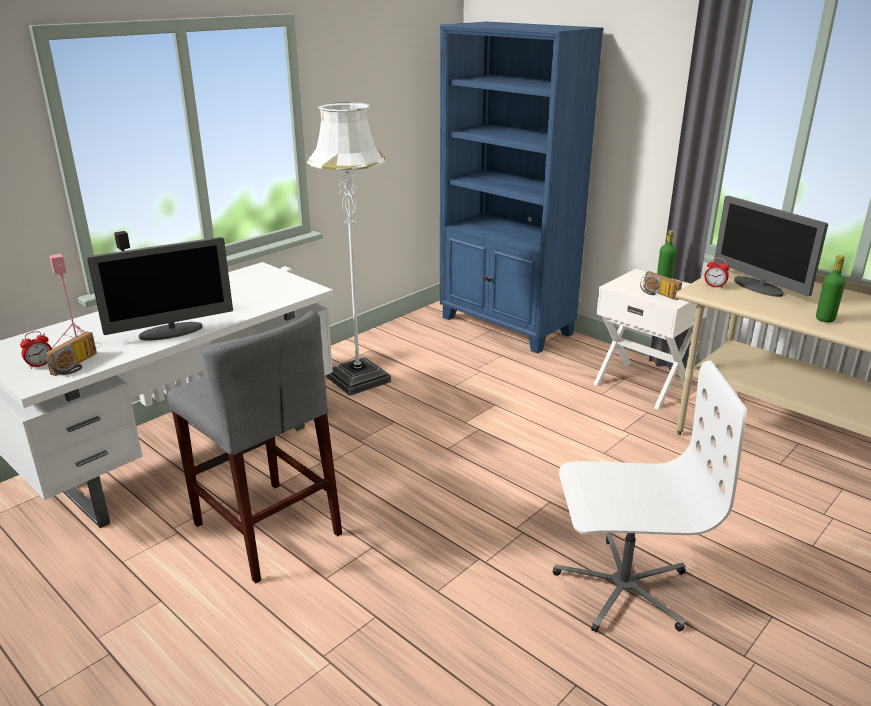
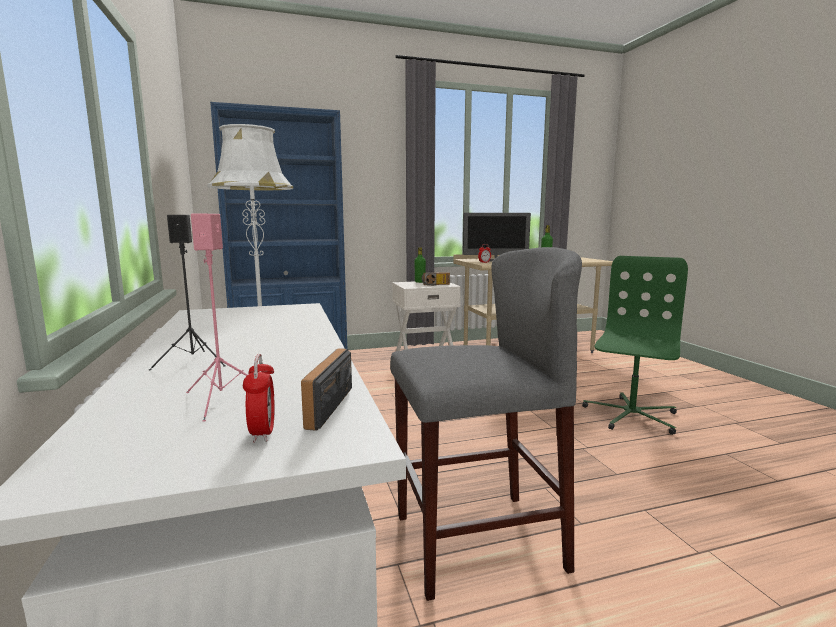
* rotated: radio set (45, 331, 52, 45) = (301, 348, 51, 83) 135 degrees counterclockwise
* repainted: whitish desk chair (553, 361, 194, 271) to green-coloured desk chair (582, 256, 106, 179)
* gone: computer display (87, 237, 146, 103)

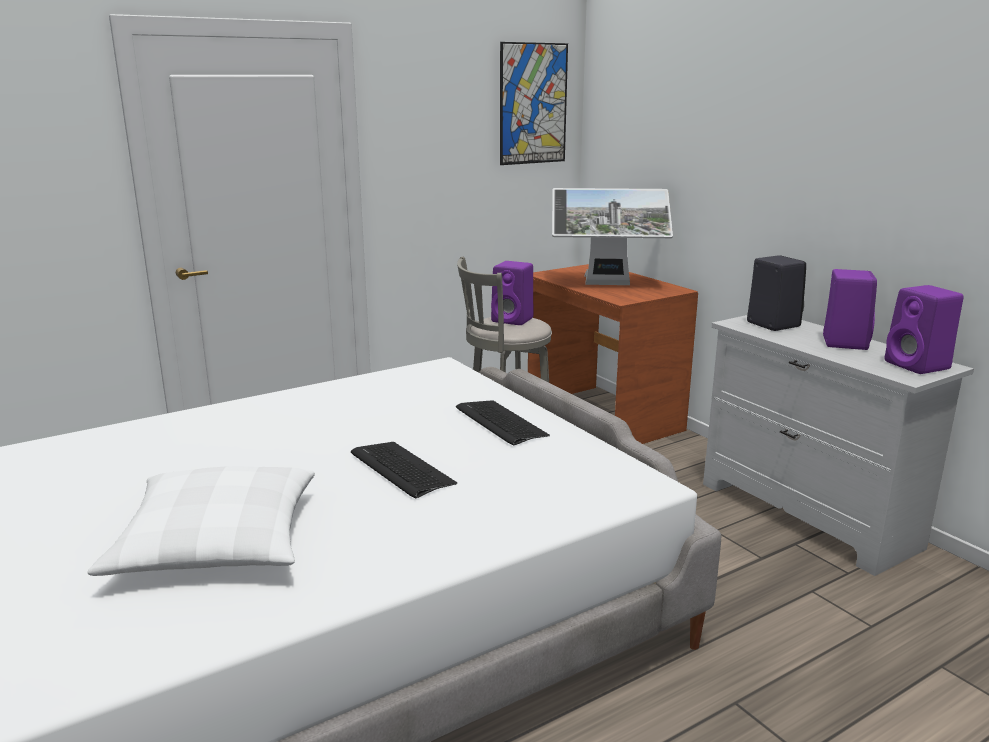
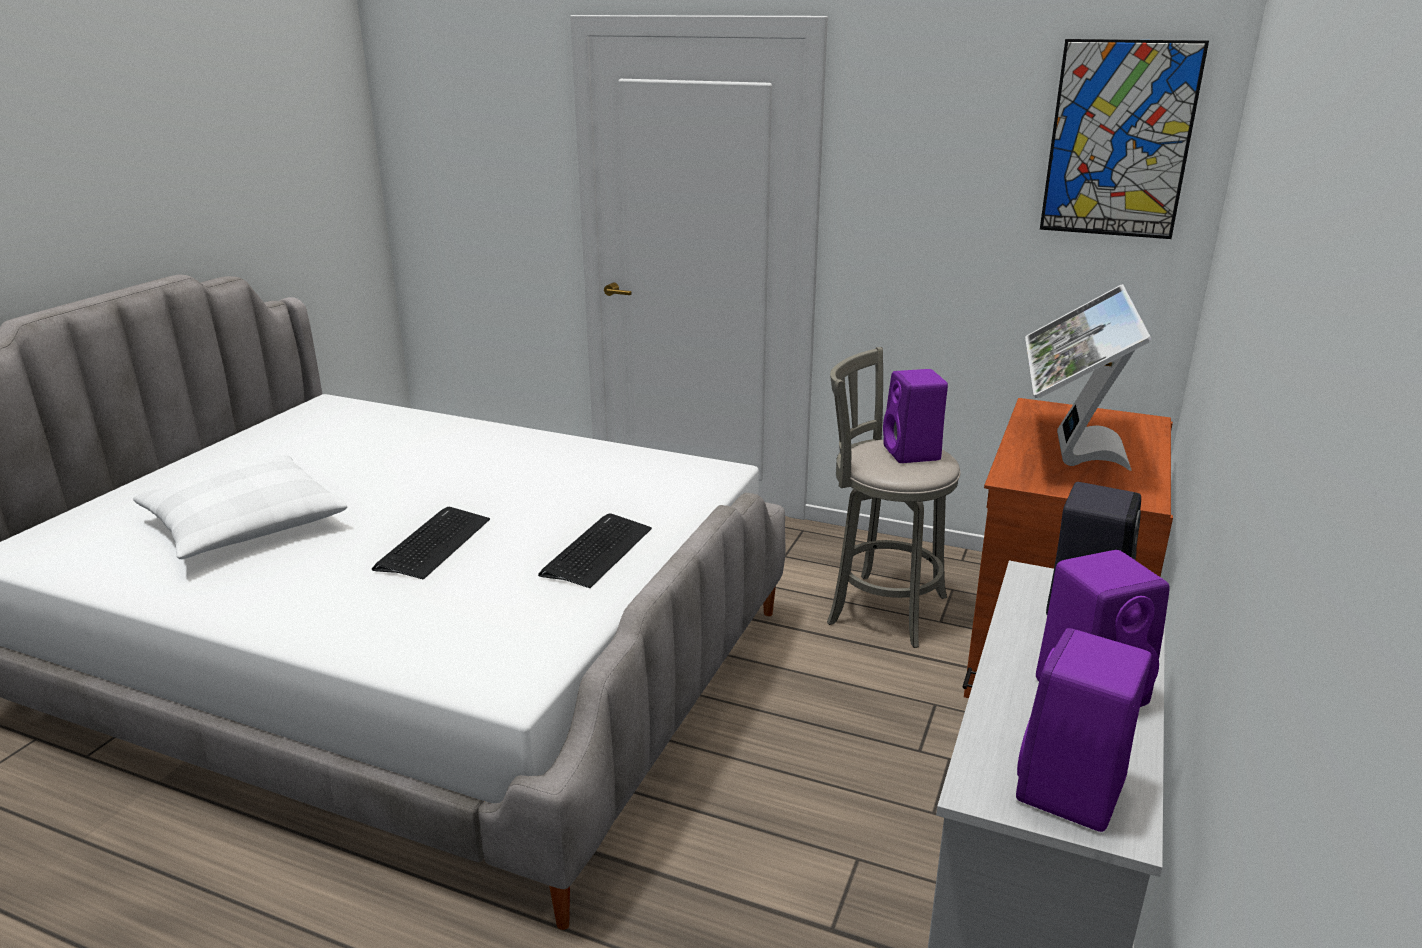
* rotated: computer display (552, 188, 121, 97) = (1025, 284, 127, 187) 45 degrees clockwise

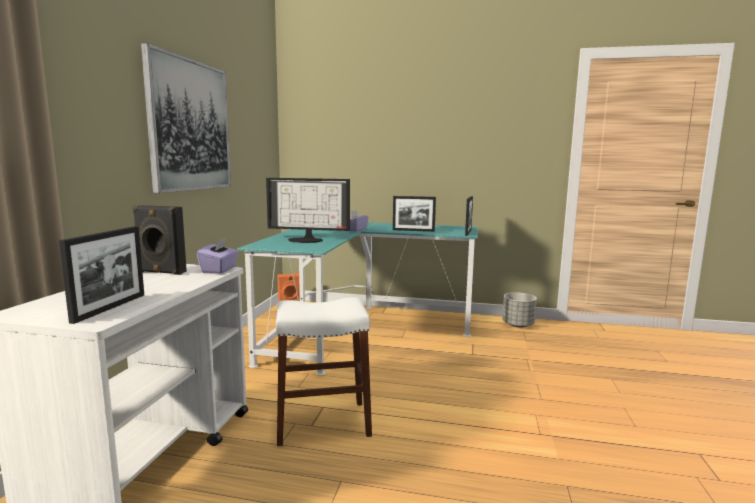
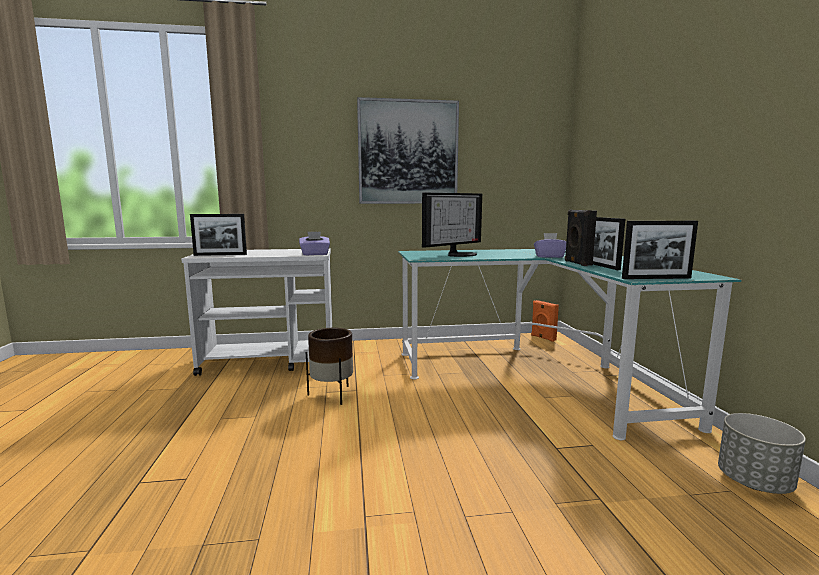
* swapped: whitish sitting stool (276, 297, 96, 149) to brown flower pot (306, 328, 47, 77)
* rotated: computer display (266, 178, 84, 65) = (422, 192, 60, 65) 120 degrees counterclockwise
* shifted: black-coloured audio speaker (132, 205, 55, 70) to (565, 210, 32, 56)

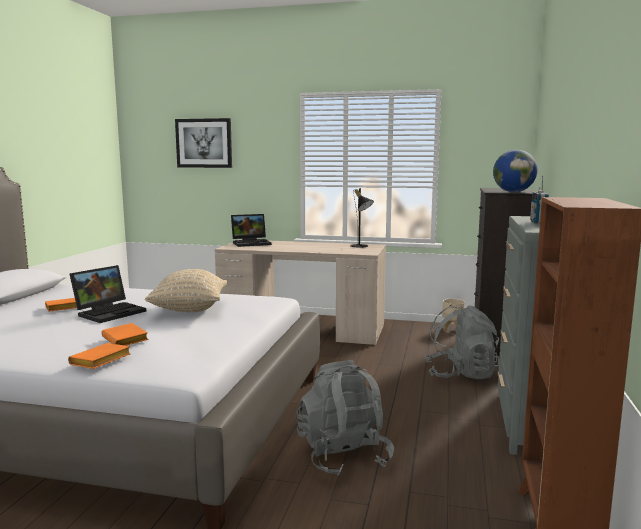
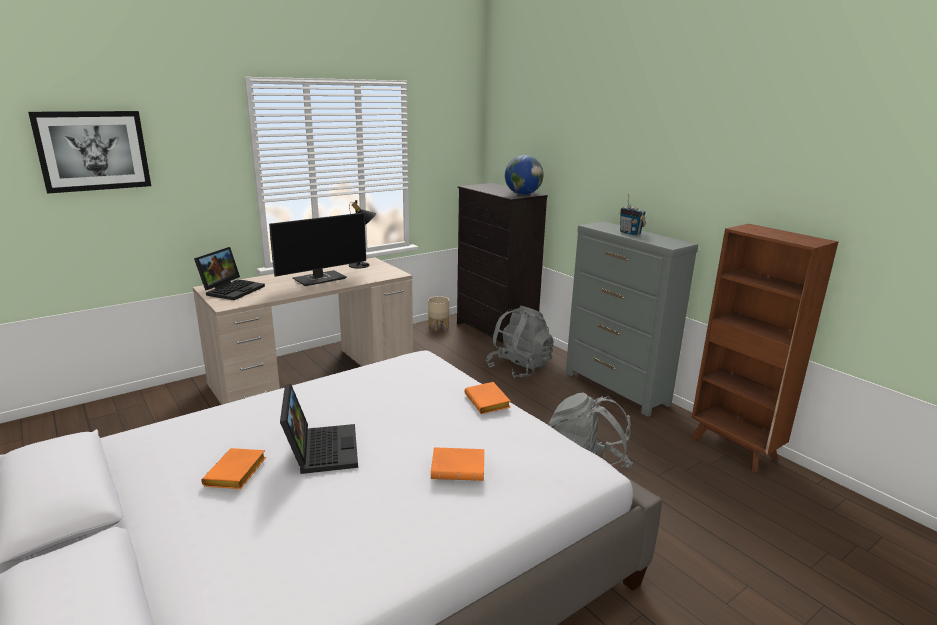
* new: computer display (269, 212, 97, 74)
* shifted: orangey bound book (68, 343, 63, 26) to (464, 382, 46, 32)
* gone: sand-coloured pillow (145, 269, 82, 43)

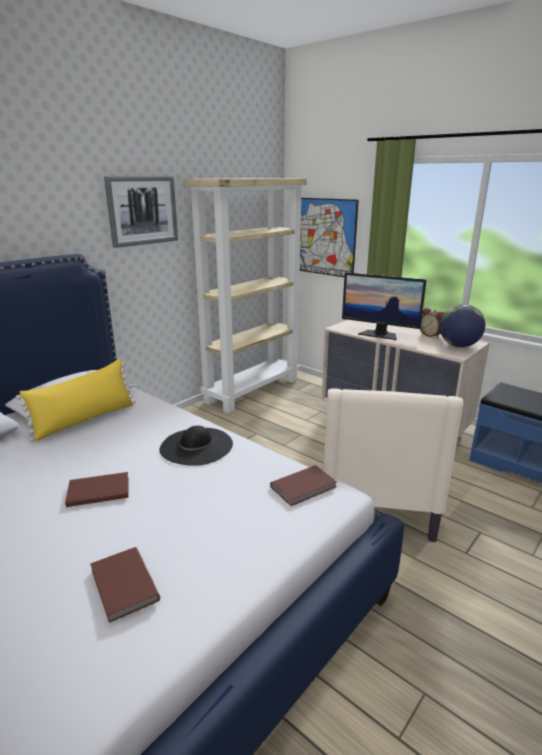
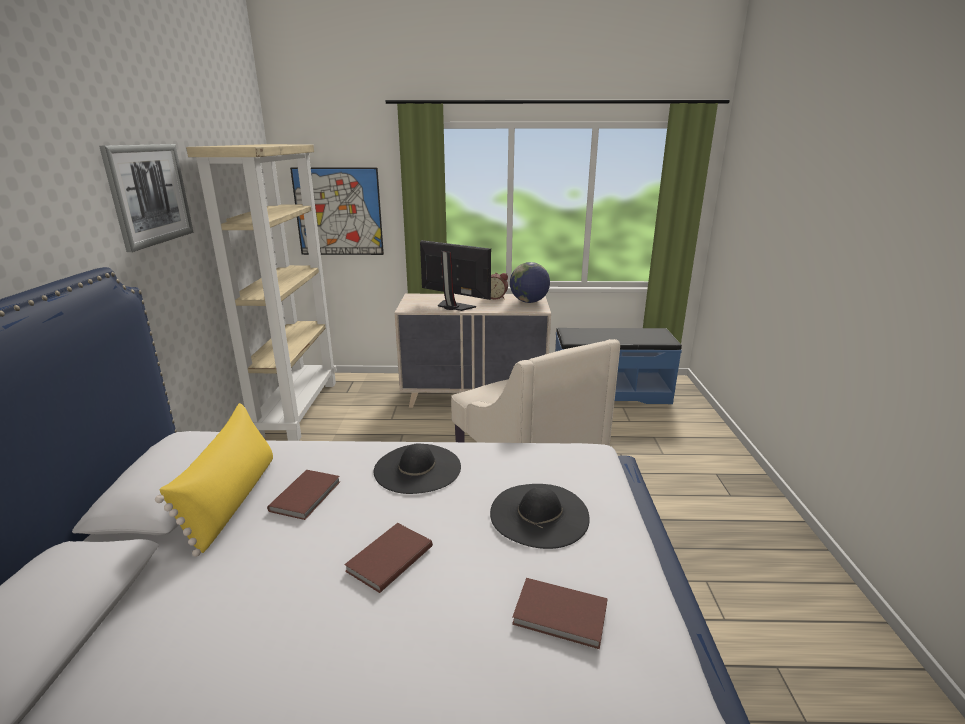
* shifted: brown bound book (270, 465, 67, 41) to (267, 470, 73, 50)
* rotated: computer display (342, 272, 85, 68) = (420, 240, 71, 71) 135 degrees counterclockwise
* new: black-coloured clothing hat (490, 484, 100, 65)

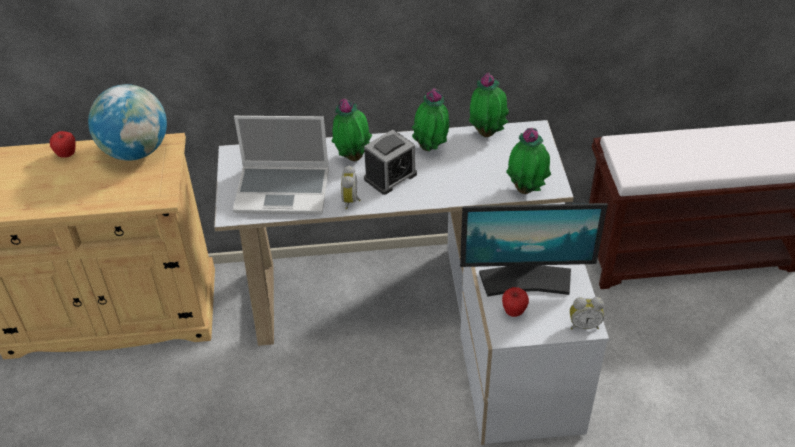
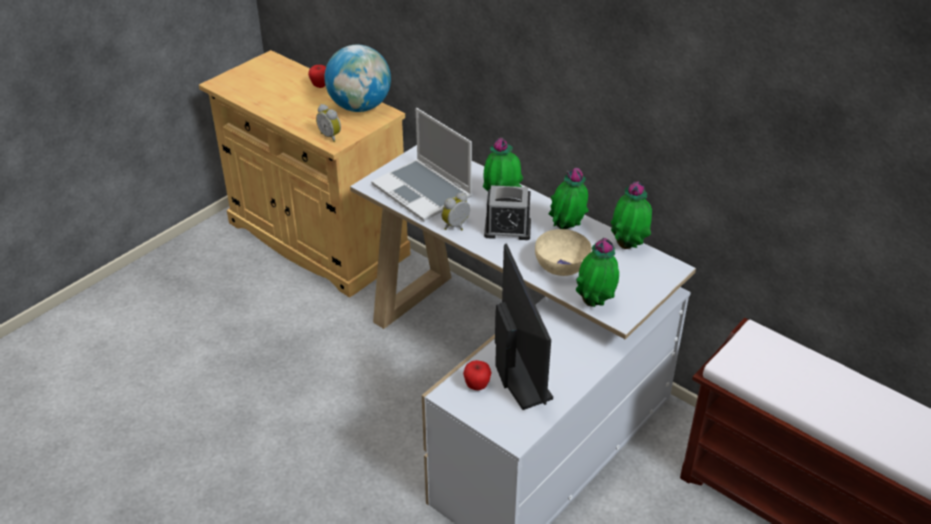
* shifted: bedside clock (570, 297, 34, 32) to (316, 104, 25, 38)
* rotated: computer display (460, 203, 148, 94) = (495, 243, 58, 167) 150 degrees counterclockwise
* new: sand-coloured serving bowl (535, 229, 57, 47)

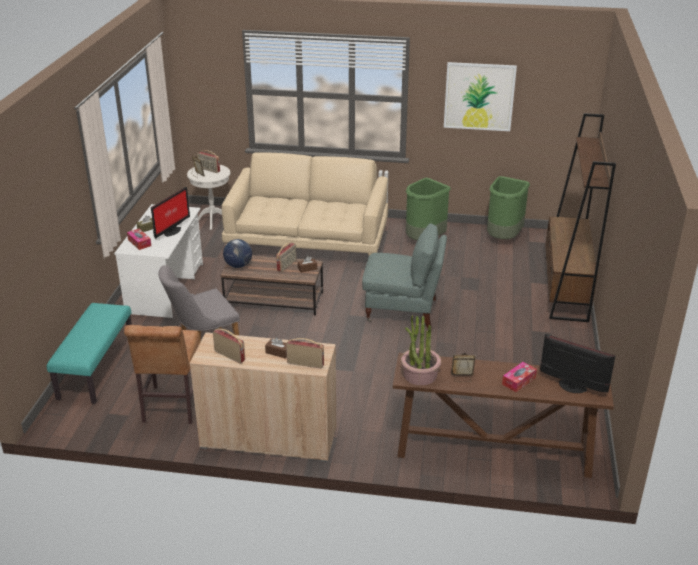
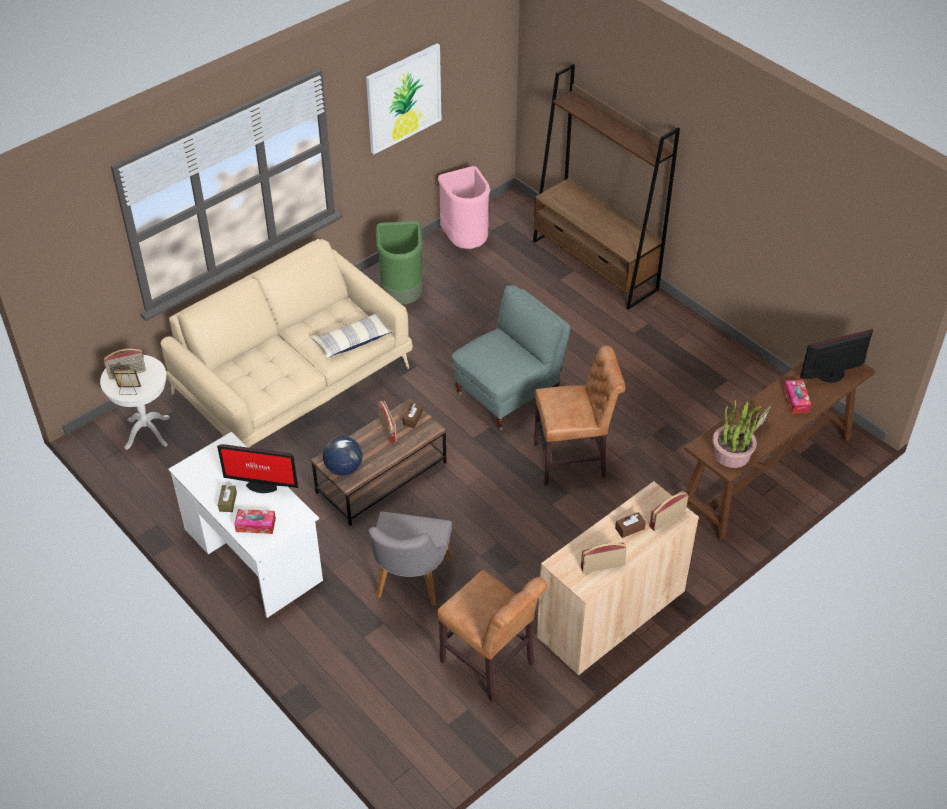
* rotated: computer display (151, 187, 39, 52) = (217, 444, 81, 49) 120 degrees clockwise
* new: pillow (311, 313, 82, 45)
* repainted: green-coloured waste bin (487, 176, 43, 63) to pinkish waste bin (438, 166, 52, 83)
* new: brown upright chair (534, 346, 91, 140)
* gone: blue-green indoor bench (47, 303, 85, 101)

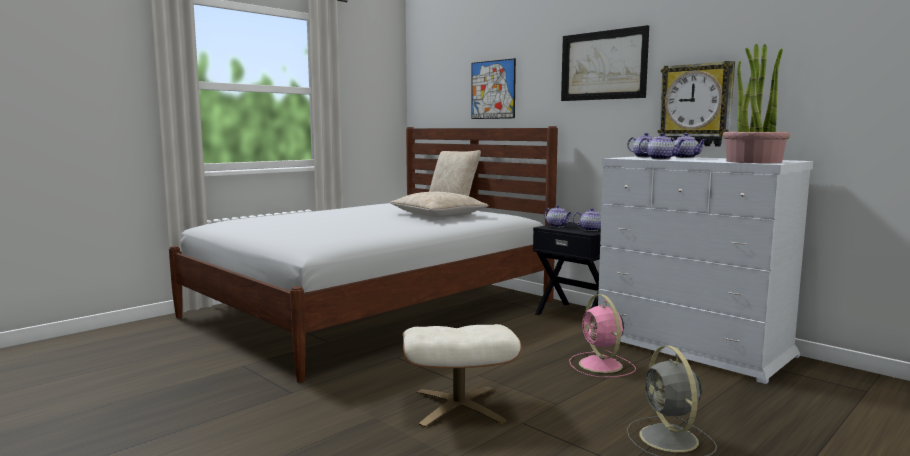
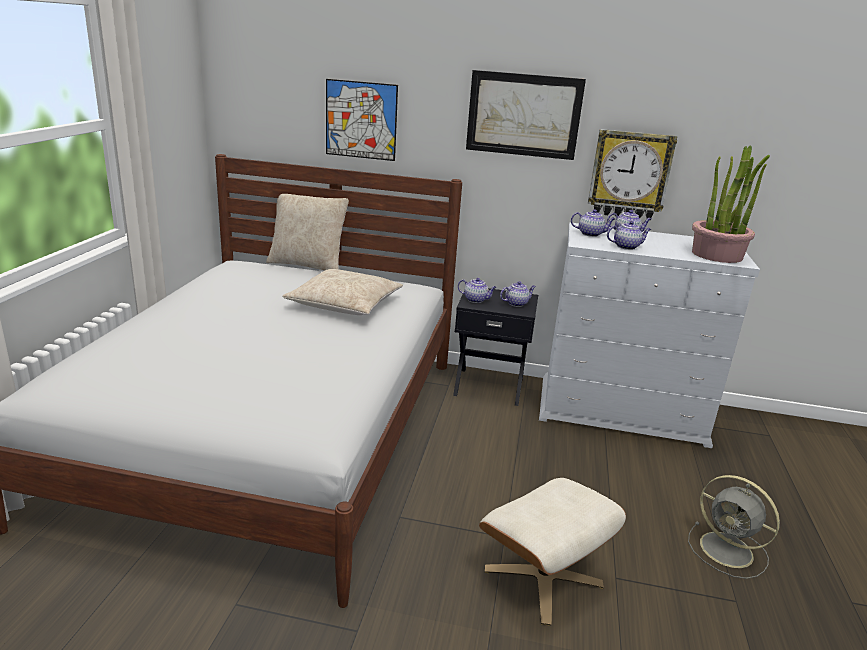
* gone: pinkish fan (569, 294, 67, 84)

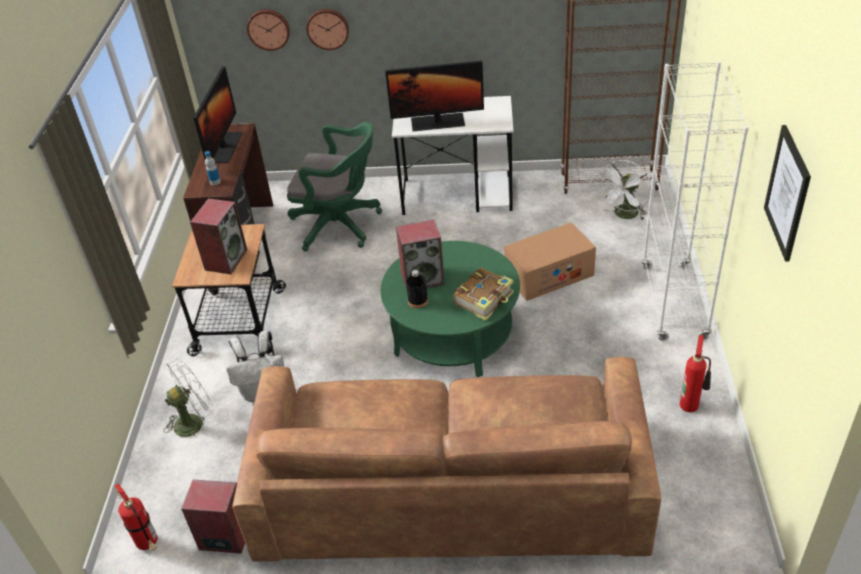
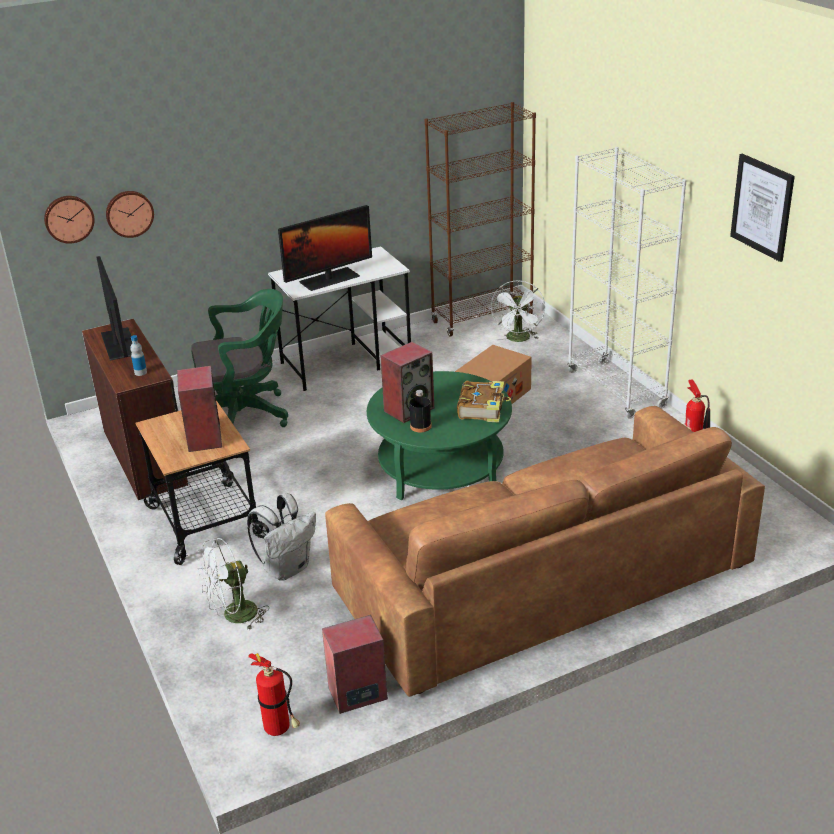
* shifted: hanging clock (306, 9, 43, 41) to (44, 196, 51, 48)
* rotated: whitish fan (164, 358, 50, 79) = (197, 538, 72, 92) 150 degrees counterclockwise

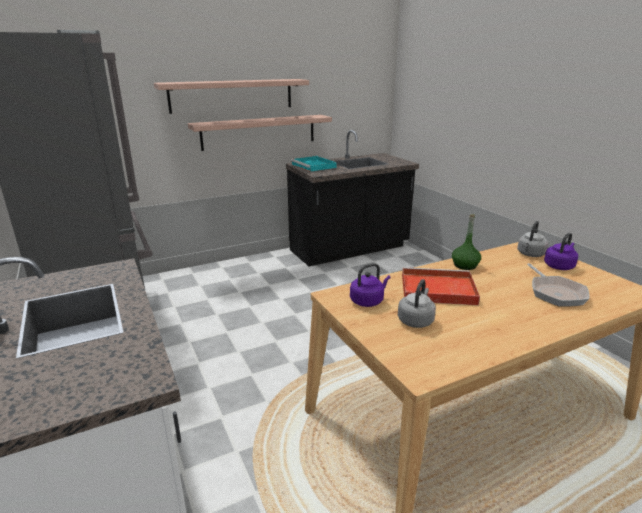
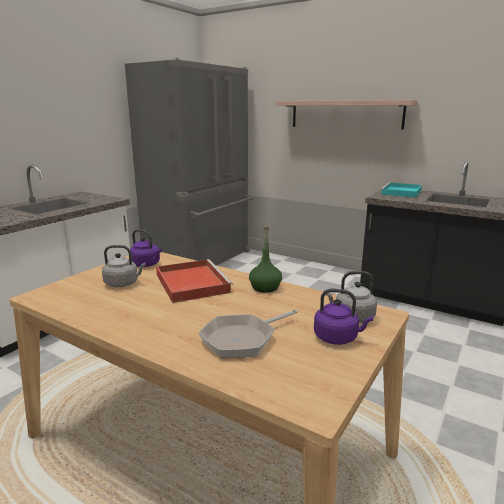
* gone: bracket shelf (188, 115, 144, 36)

